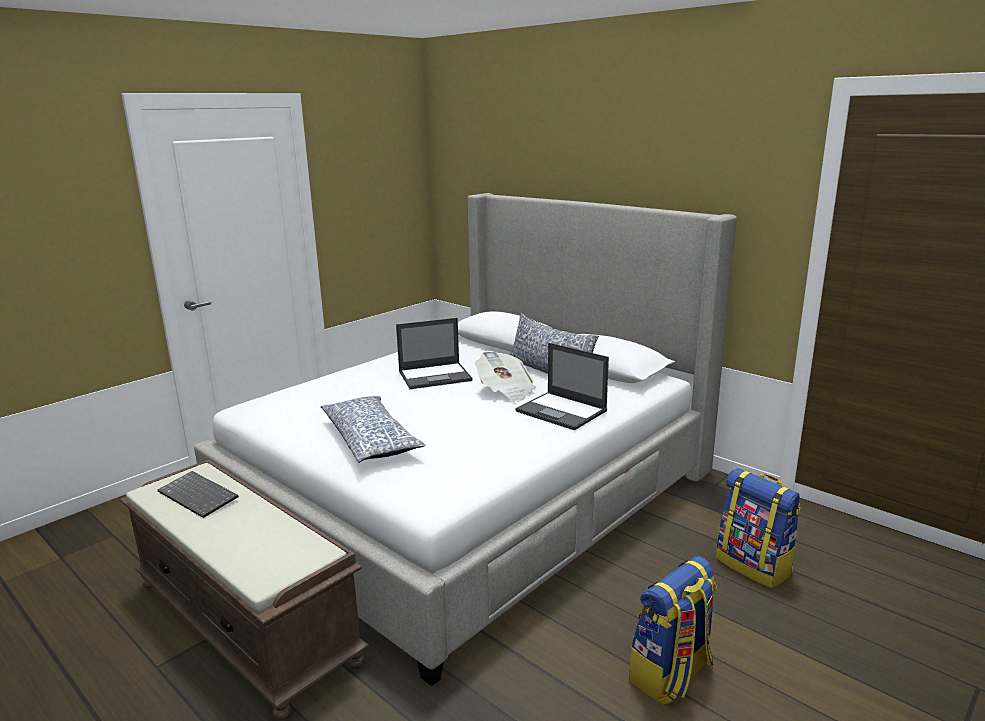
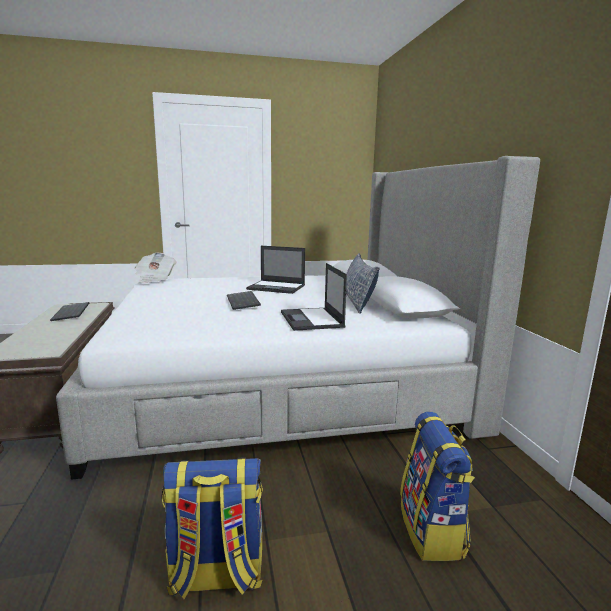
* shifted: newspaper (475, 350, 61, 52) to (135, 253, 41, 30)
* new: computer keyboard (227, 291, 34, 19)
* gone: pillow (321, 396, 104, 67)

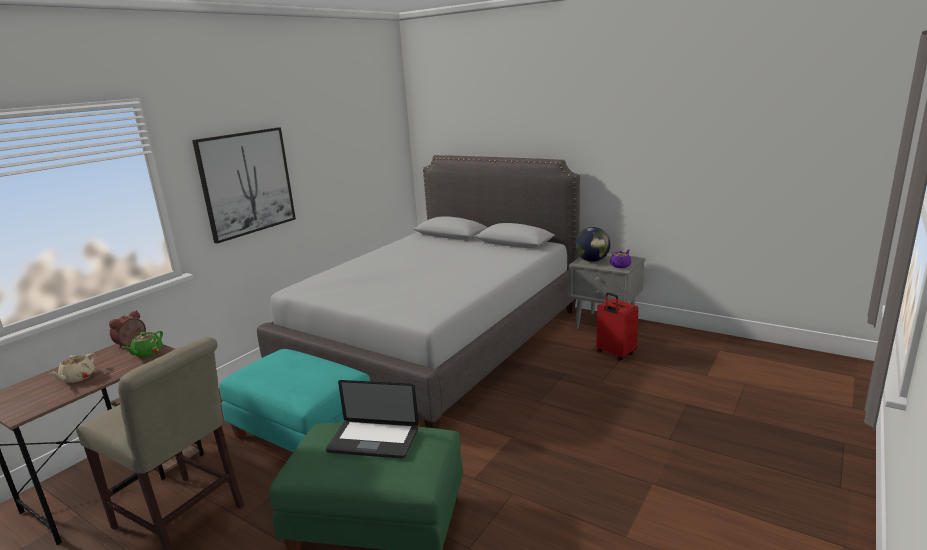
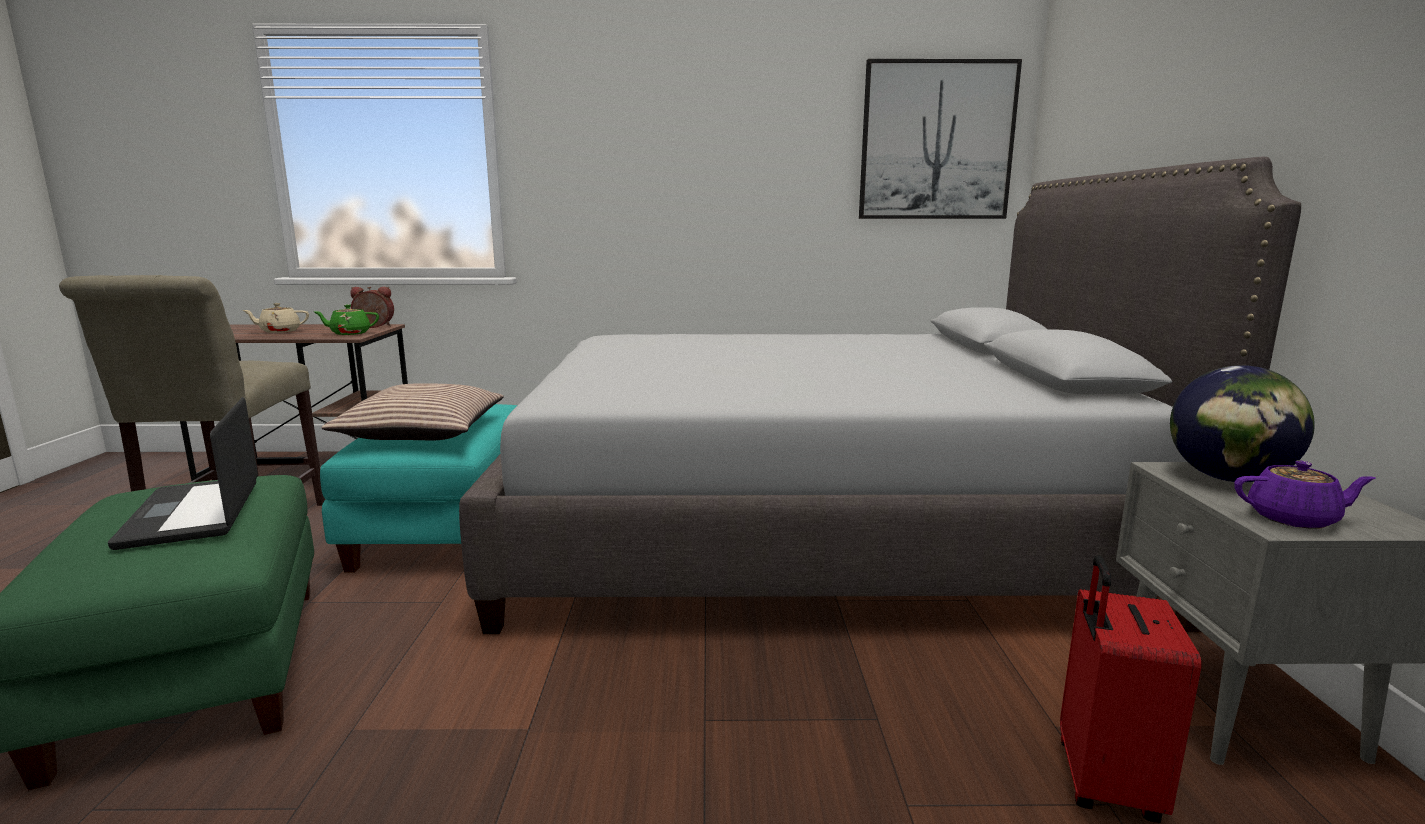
* new: pillow (321, 383, 183, 57)
* shifted: picture (192, 127, 104, 117) to (859, 59, 163, 160)

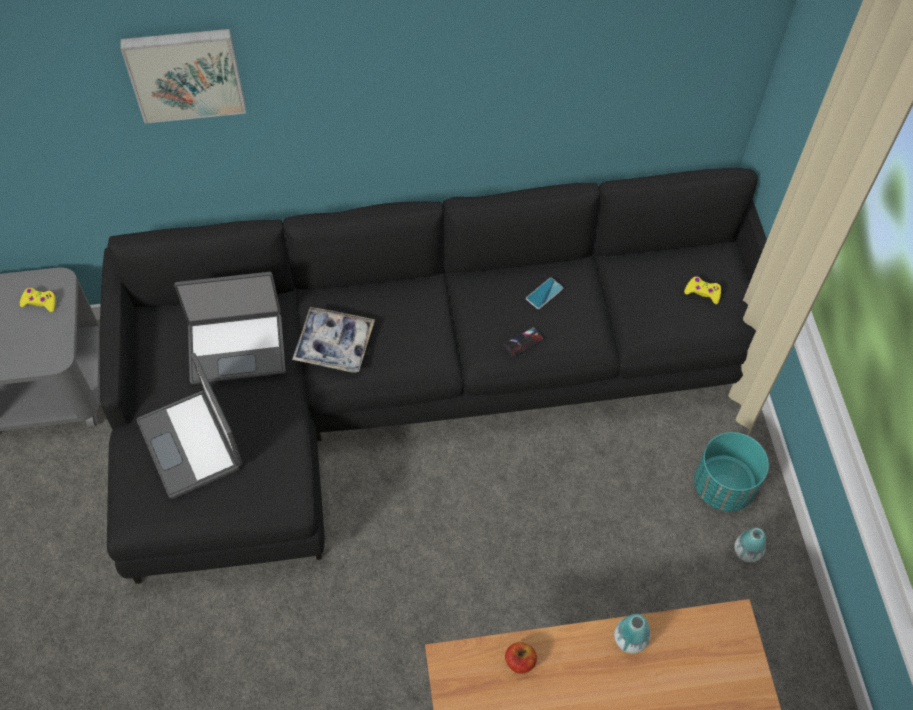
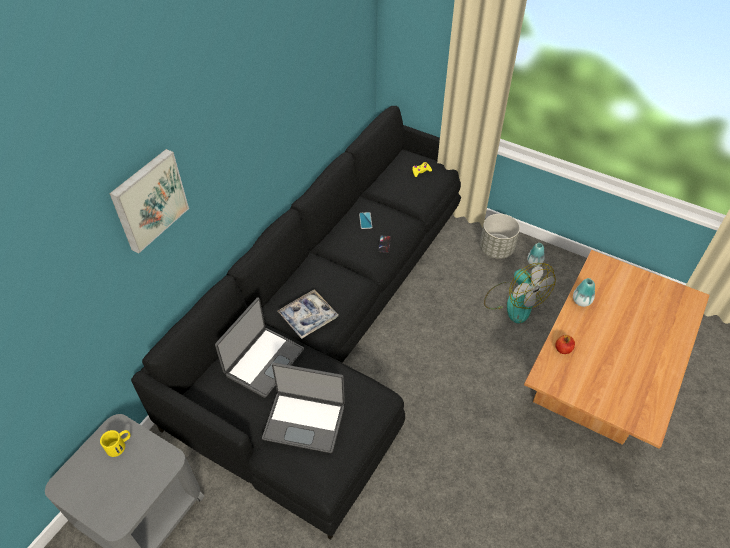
* swapped: yellow joypad (20, 287, 35, 25) to yellow tea mug (100, 430, 31, 27)
* repainted: blue-green flower pot (694, 432, 75, 80) to greyish flower pot (480, 214, 40, 45)
* new: fan (484, 263, 72, 61)

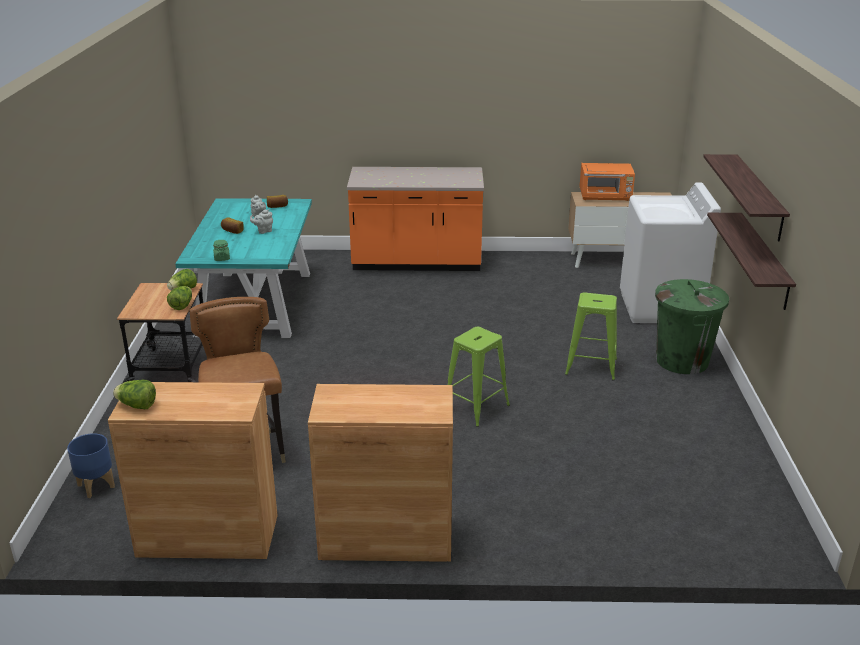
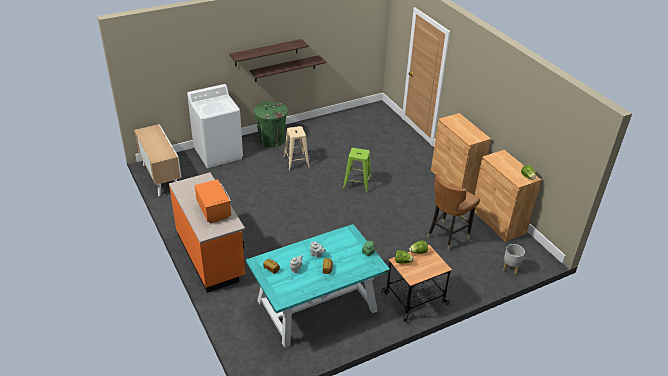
* shifted: orangey microwave oven (580, 163, 55, 38) to (195, 179, 37, 44)
* repainted: green-coloured sitting stool (565, 293, 52, 88) to sand-coloured sitting stool (284, 126, 26, 45)
* repainted: blue-coloured flower pot (67, 433, 48, 65) to greyish flower pot (503, 244, 22, 30)

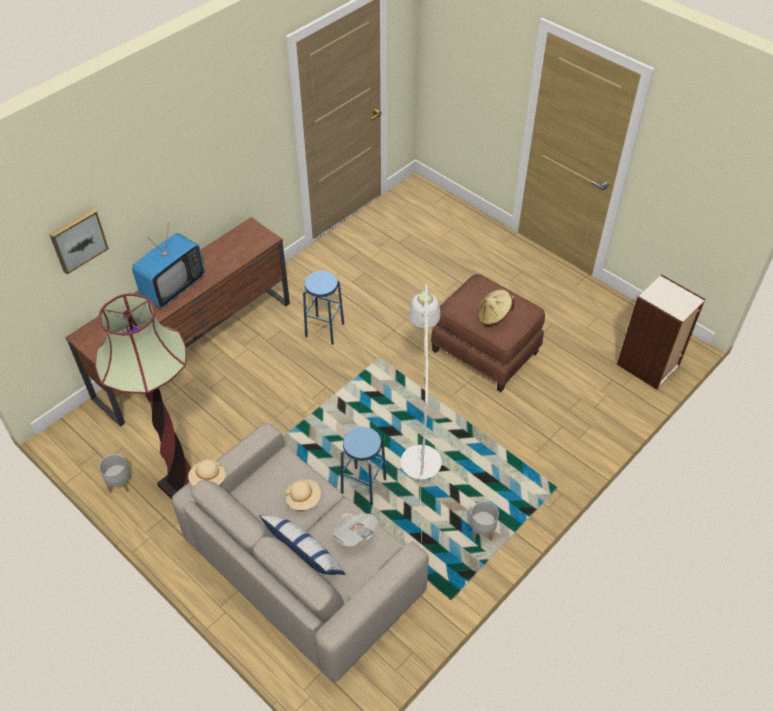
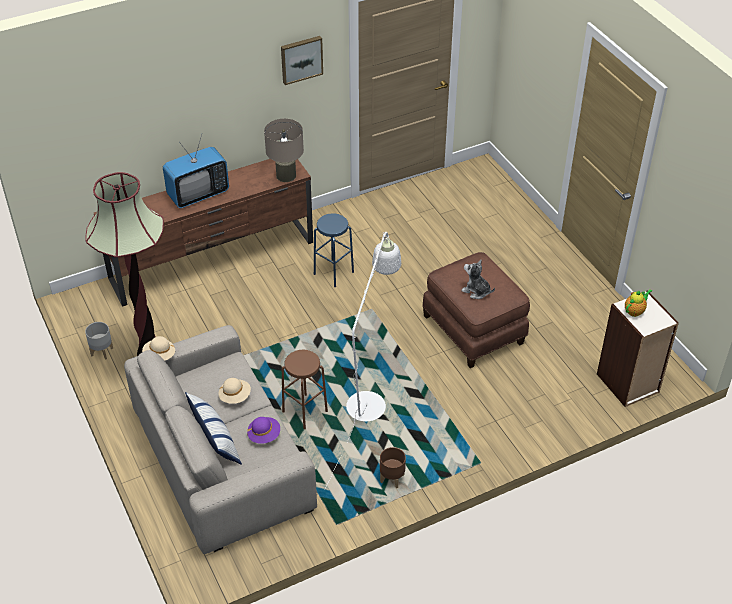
* swapped: newspaper (331, 513, 48, 33) to purple clothing hat (247, 417, 33, 27)
* new: sand-coloured table lamp (264, 119, 40, 63)
* shifted: picture (49, 209, 60, 65) to (281, 36, 42, 49)
* repainted: blue-coloured sitting stool (341, 427, 45, 79) to brown sitting stool (282, 350, 46, 79)
* repainted: greyish flower pot (470, 501, 29, 39) to brown flower pot (380, 447, 26, 41)
* swapped: sand-coloured clothing hat (477, 290, 38, 36) to plush toy (461, 260, 34, 39)
* new: pot for tea (625, 289, 27, 28)

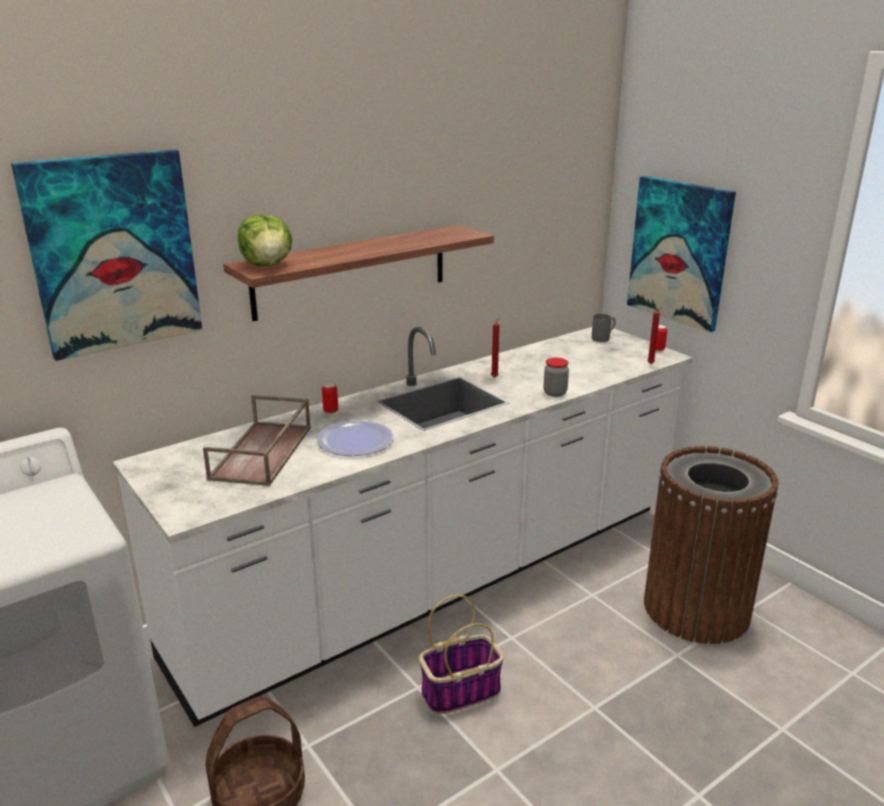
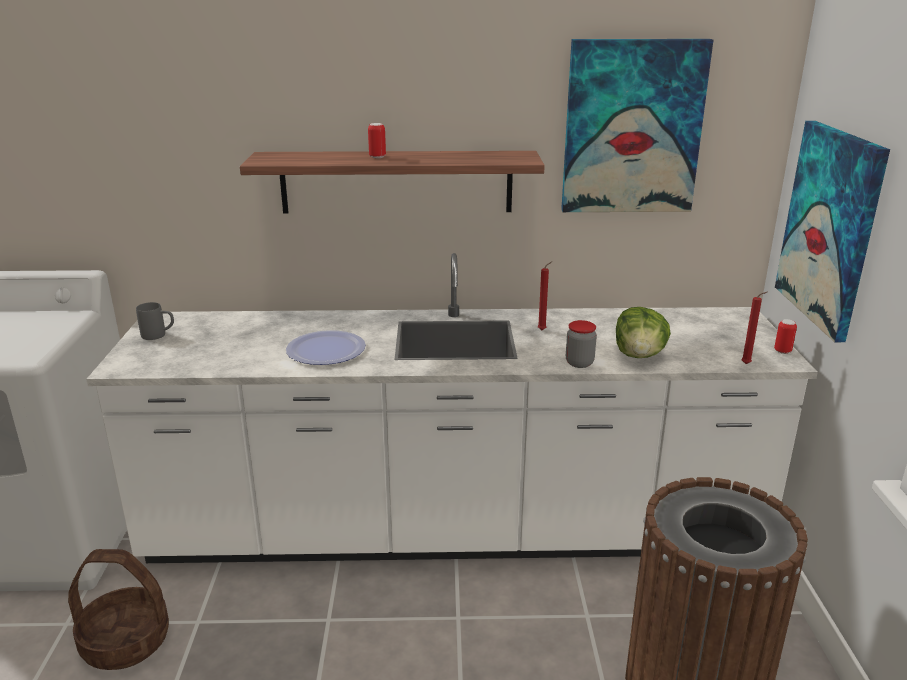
* shifted: greyish tea mug (592, 314, 24, 28) to (136, 302, 38, 38)
* shifted: sealed can (322, 383, 16, 31) to (368, 123, 18, 35)
* shifted: picture (11, 149, 191, 212) to (561, 39, 152, 173)
* shifted: lettuce (238, 215, 54, 51) to (616, 307, 55, 51)
* gone: brown serving tray (203, 395, 108, 91)
* gone: storage basket (419, 595, 85, 119)

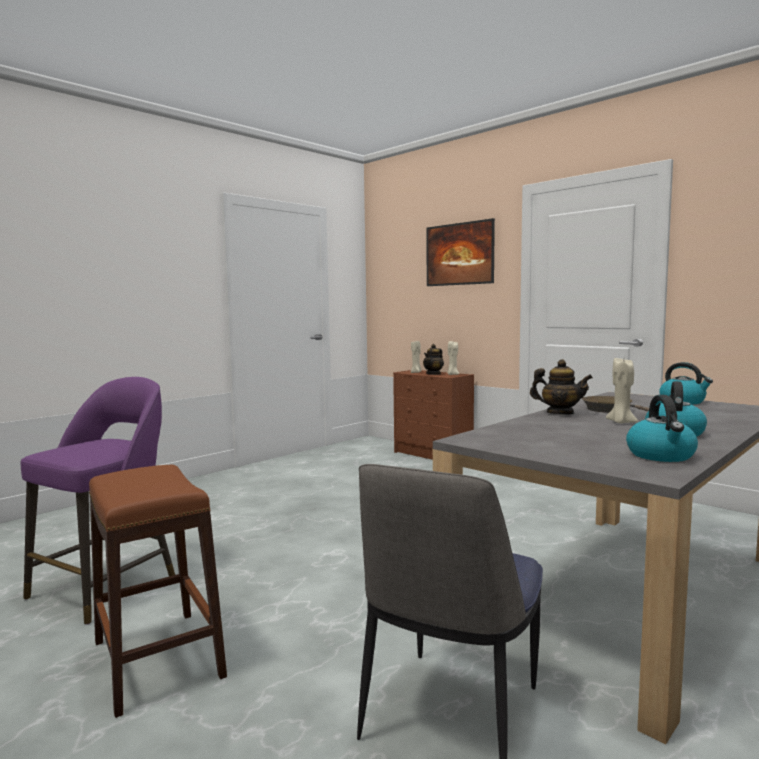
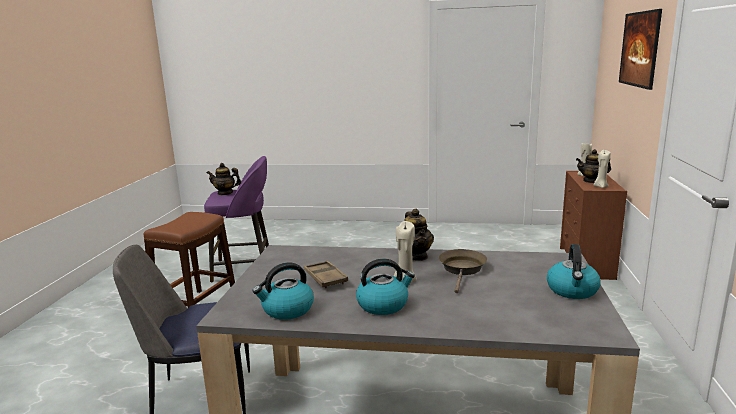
* new: pot for tea (207, 163, 34, 32)
* new: brown serving tray (304, 261, 44, 27)

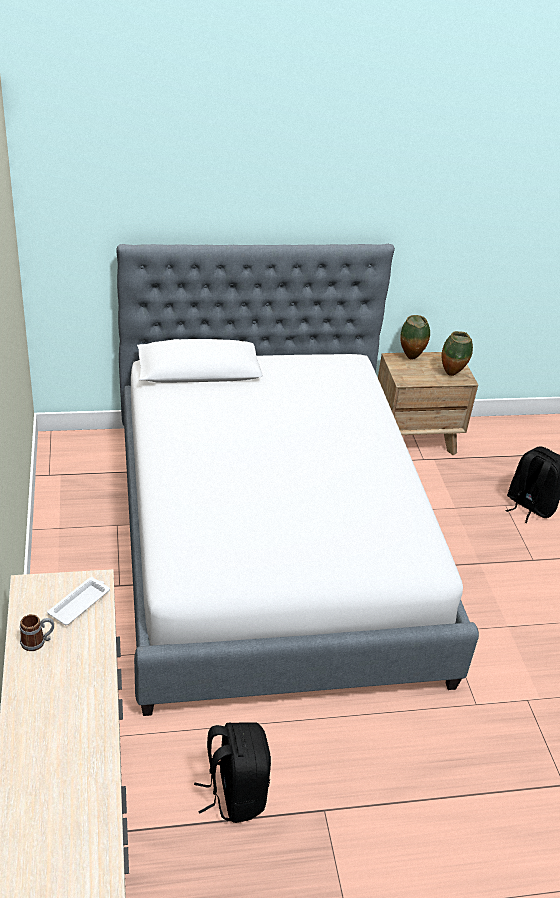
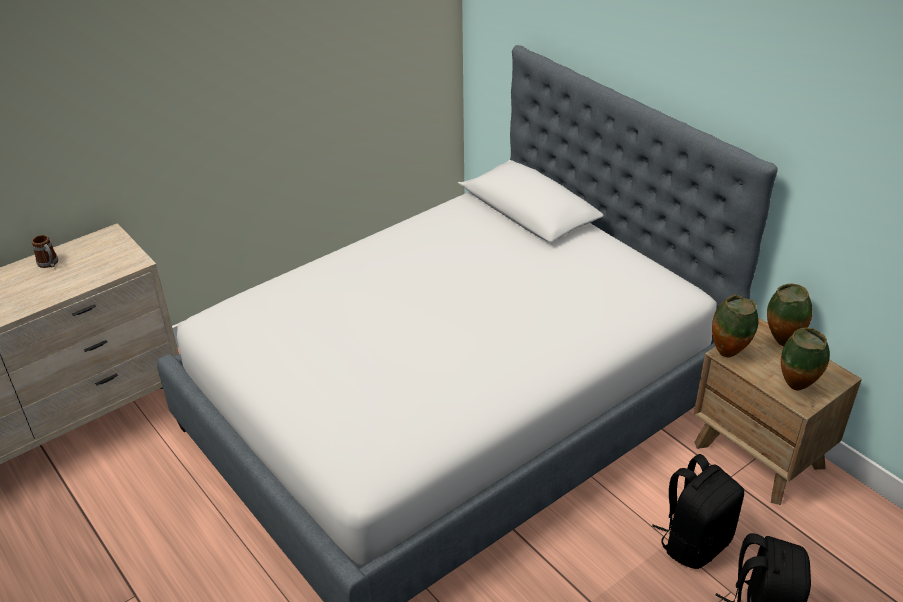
* shifted: black-coloured rucksack (194, 723, 77, 100) to (652, 454, 92, 115)
* new: vase (712, 295, 46, 62)
* gone: whitish serving tray (47, 577, 63, 48)

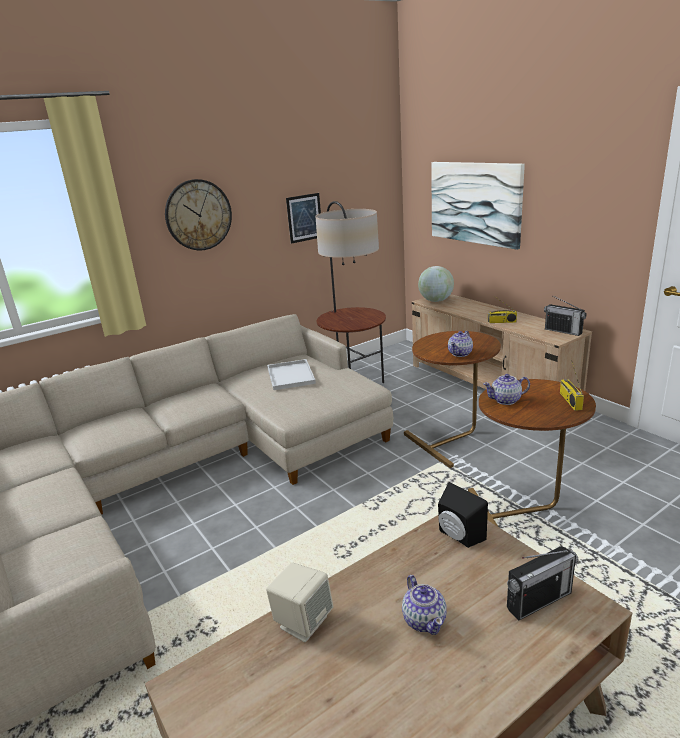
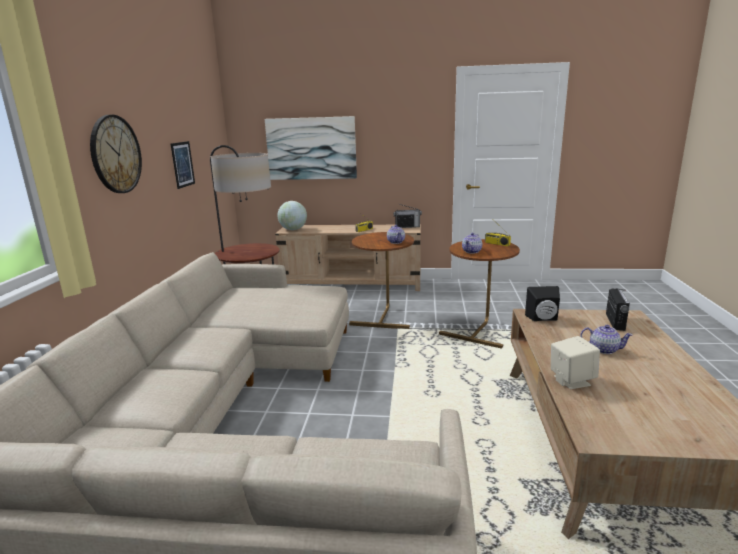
* gone: whitish serving tray (267, 359, 49, 31)

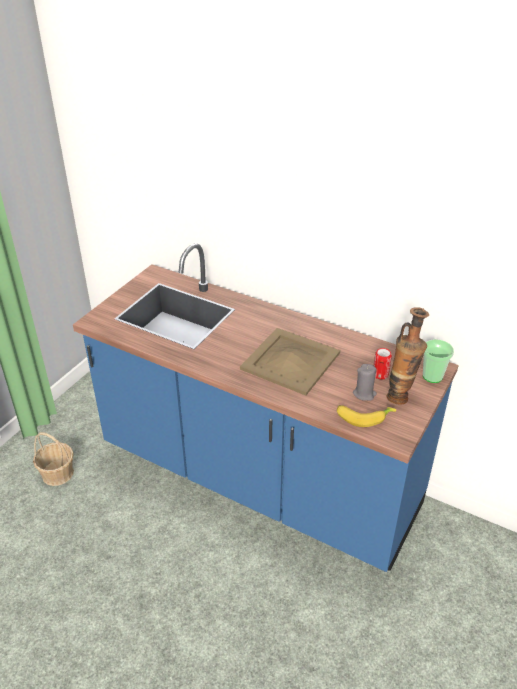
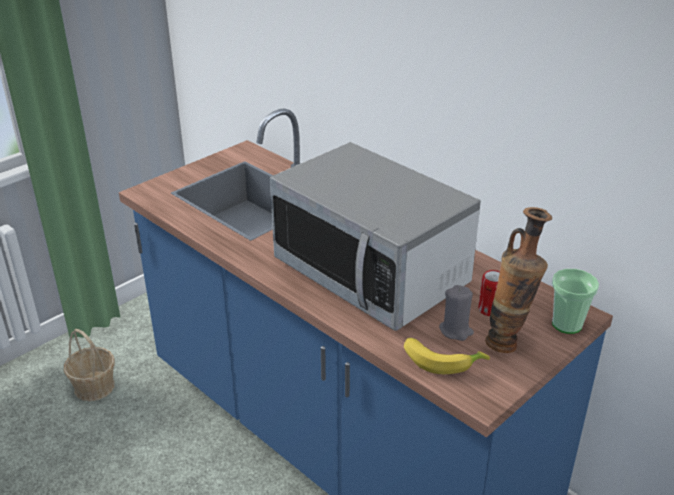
* swapped: sand-coloured serving tray (240, 328, 100, 67) to microwave oven (270, 142, 211, 189)

